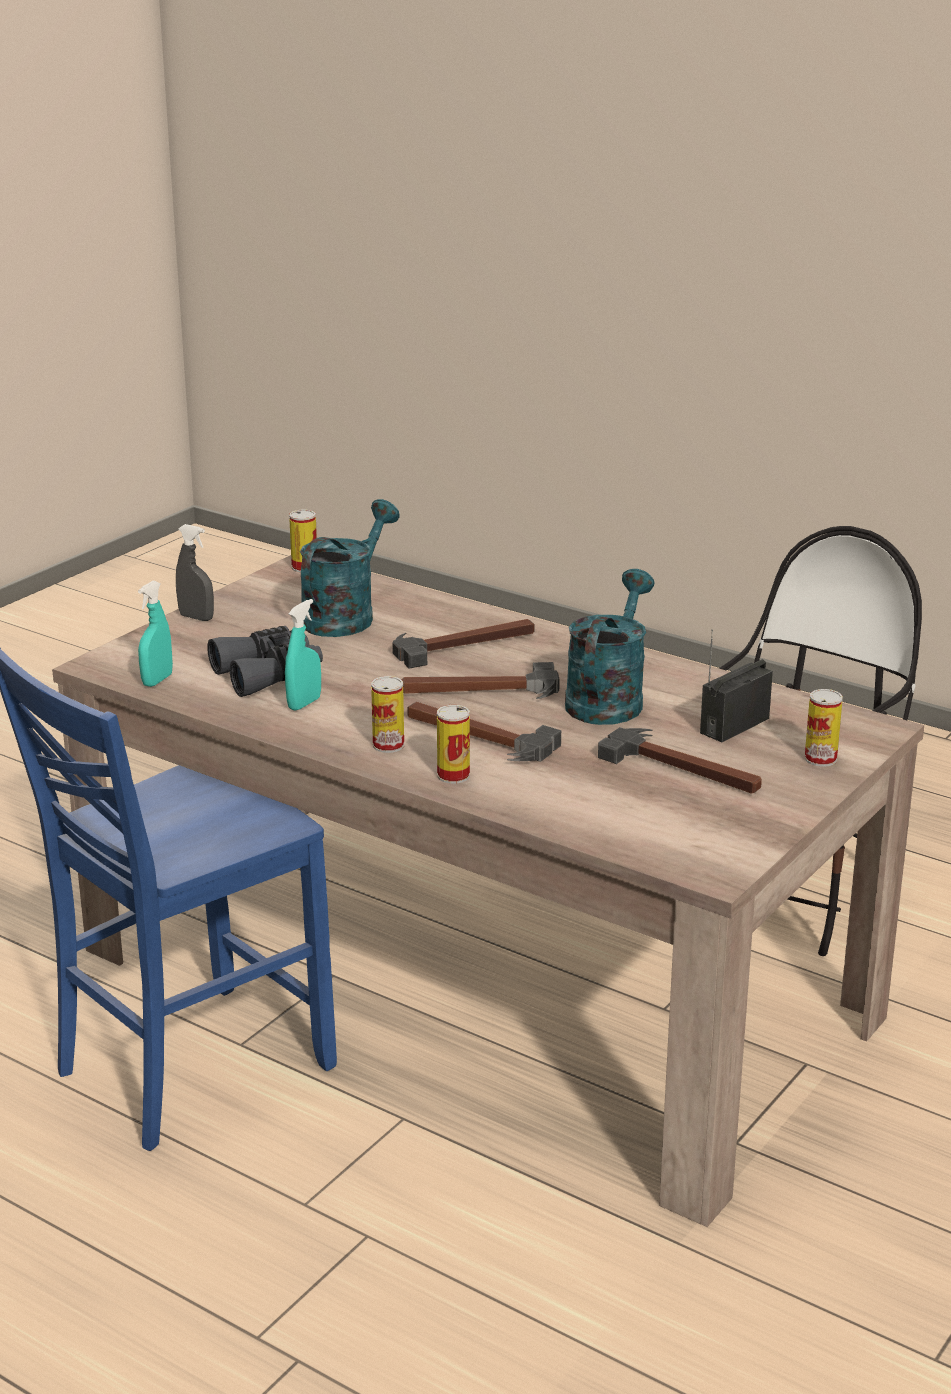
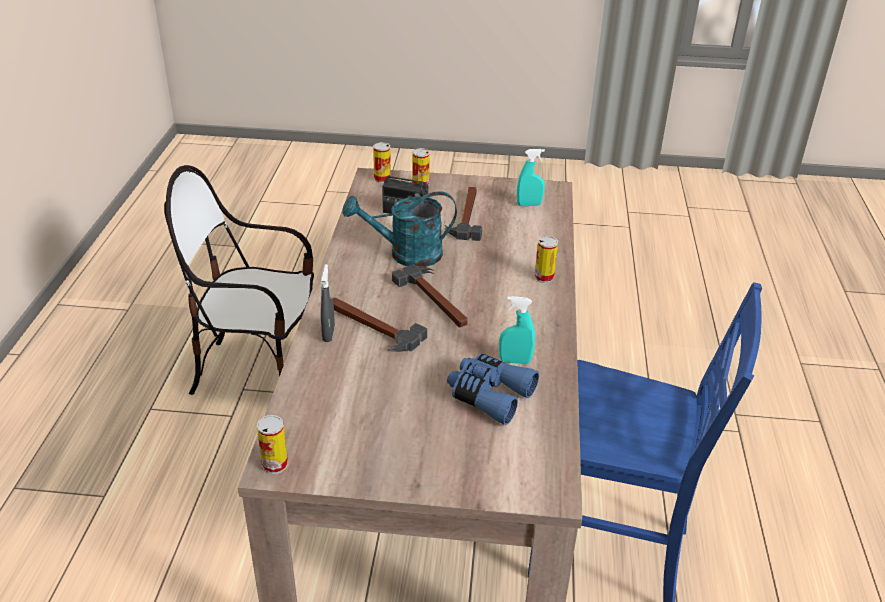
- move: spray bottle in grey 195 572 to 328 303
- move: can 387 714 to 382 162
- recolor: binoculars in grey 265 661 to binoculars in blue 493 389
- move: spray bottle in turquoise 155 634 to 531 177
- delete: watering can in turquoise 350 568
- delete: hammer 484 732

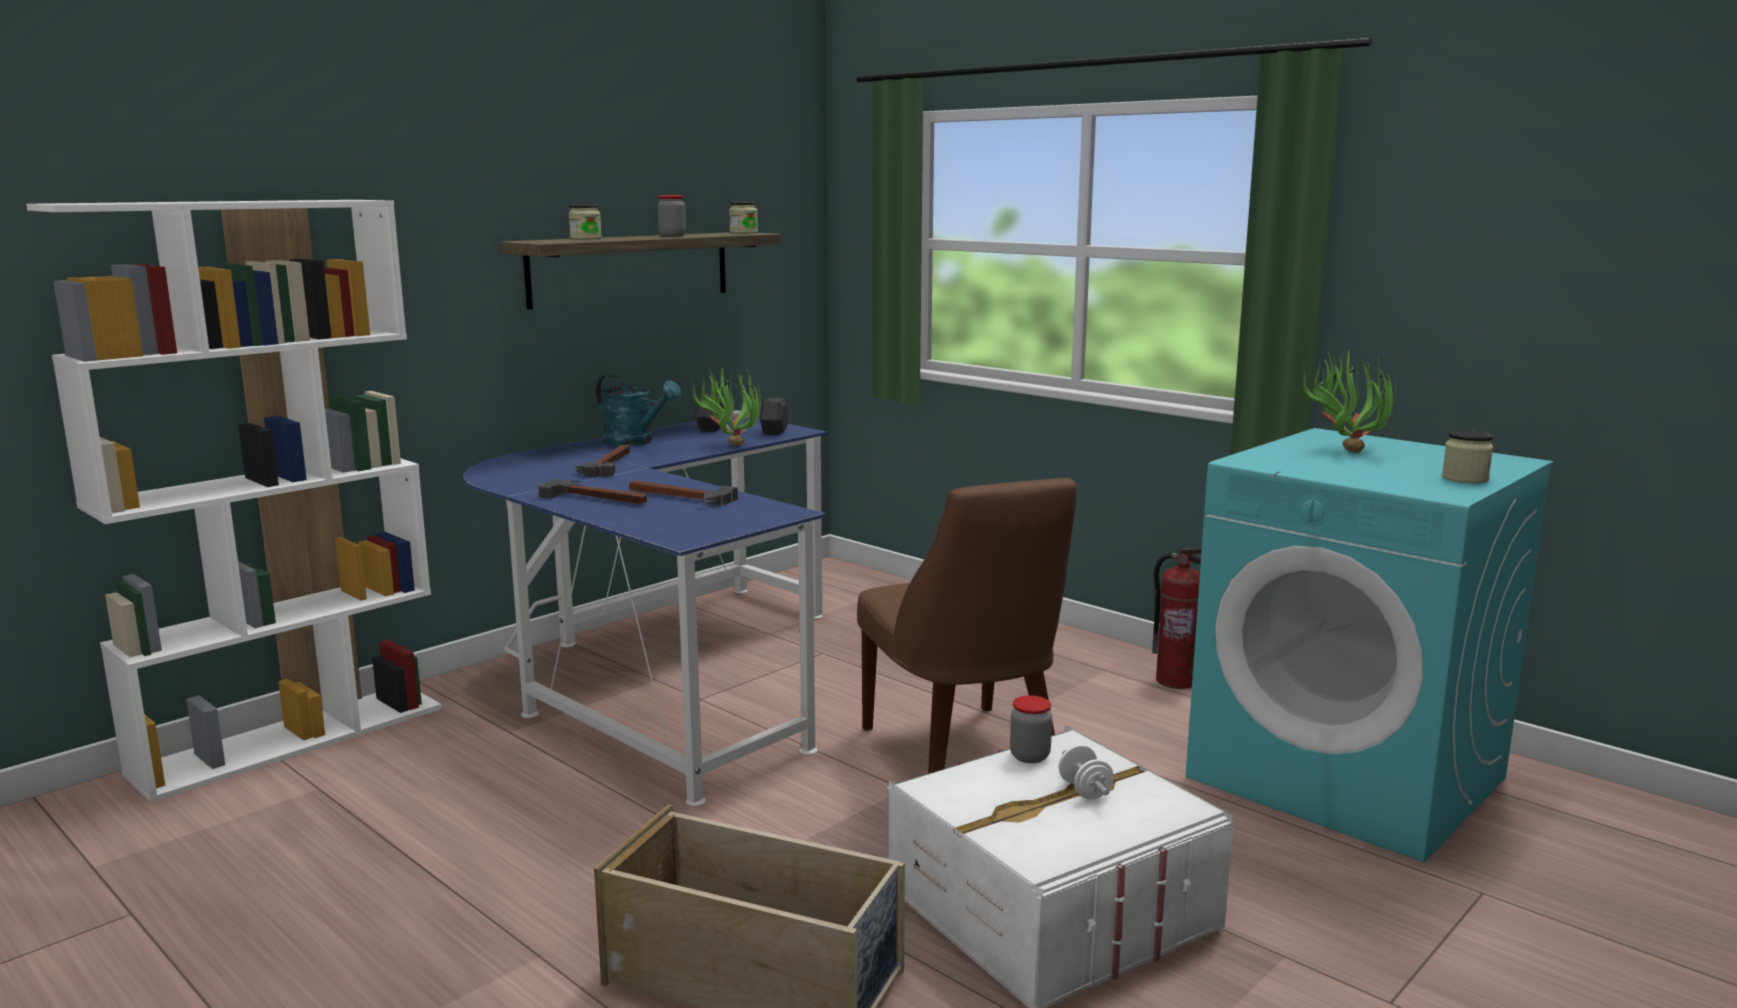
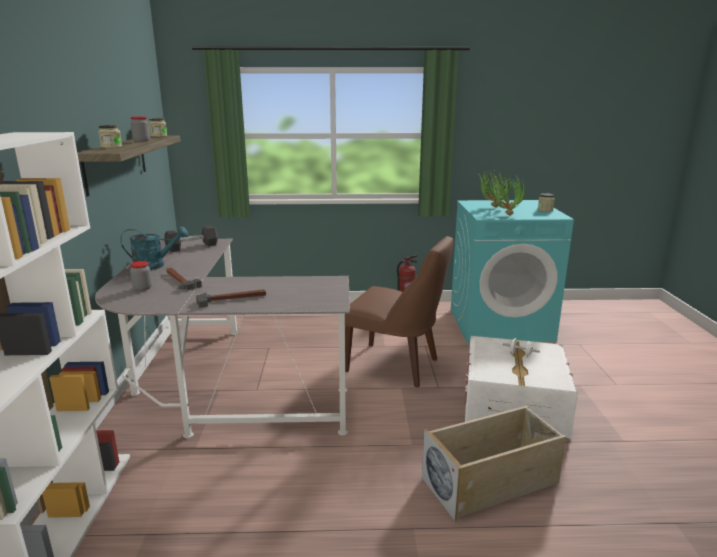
- recolor: desk in blue 645 612 to desk in grey 222 338
- move: jar 1031 729 to 141 276
- move: potted plant 726 407 to 509 196
- delete: hammer 683 493

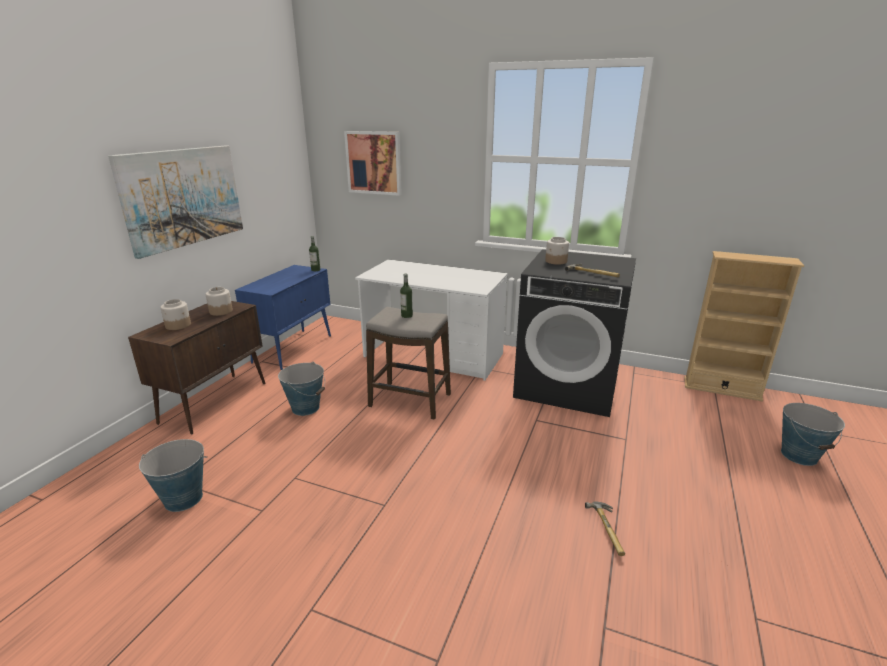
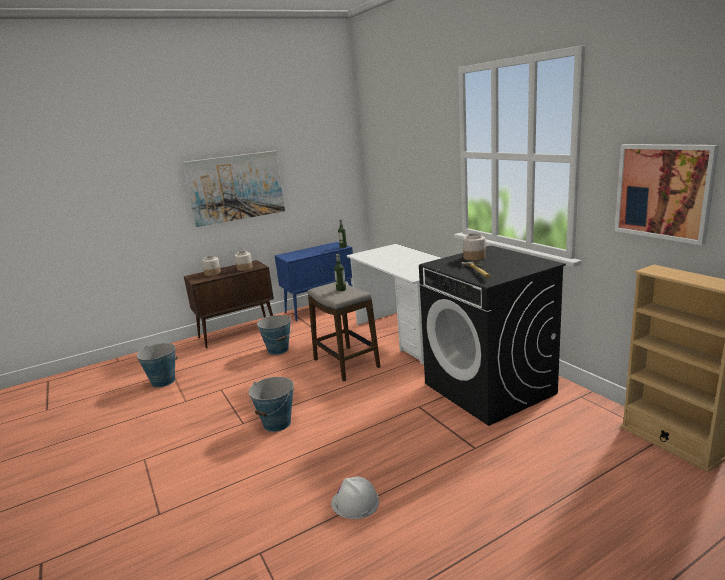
- move: bucket 813 434 to 271 404
- replace: hammer 605 529 to hard hat in white 355 498
- move: picture 373 163 to 667 194

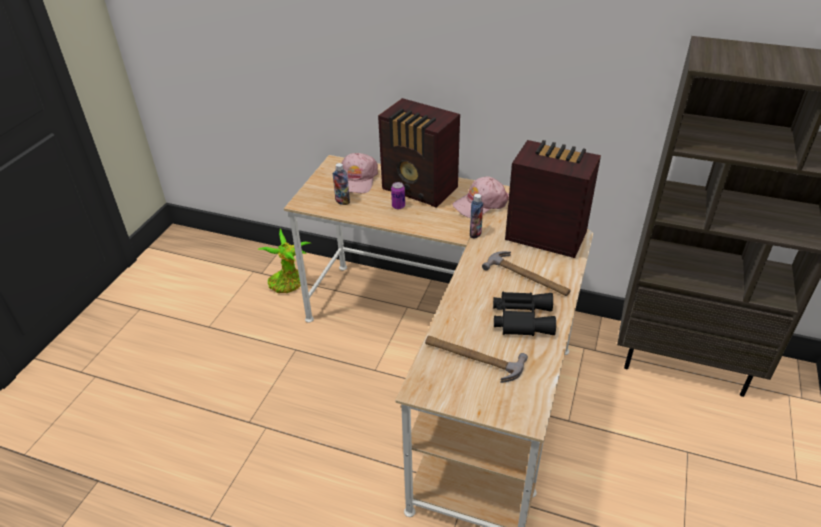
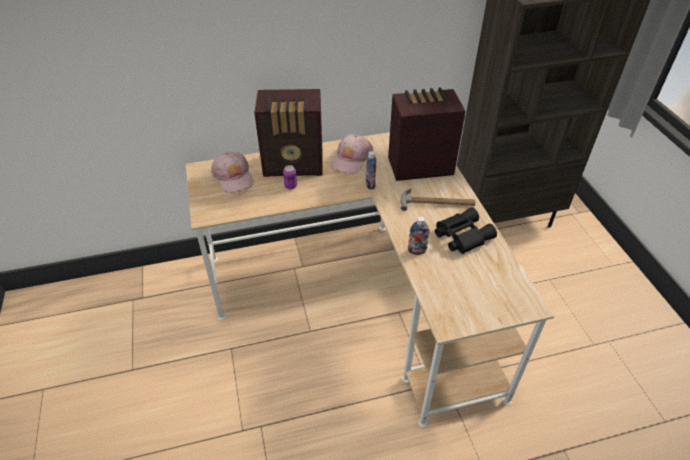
- move: bottle 341 184 to 419 235
- delete: potted plant 283 261
- delete: hammer 476 359

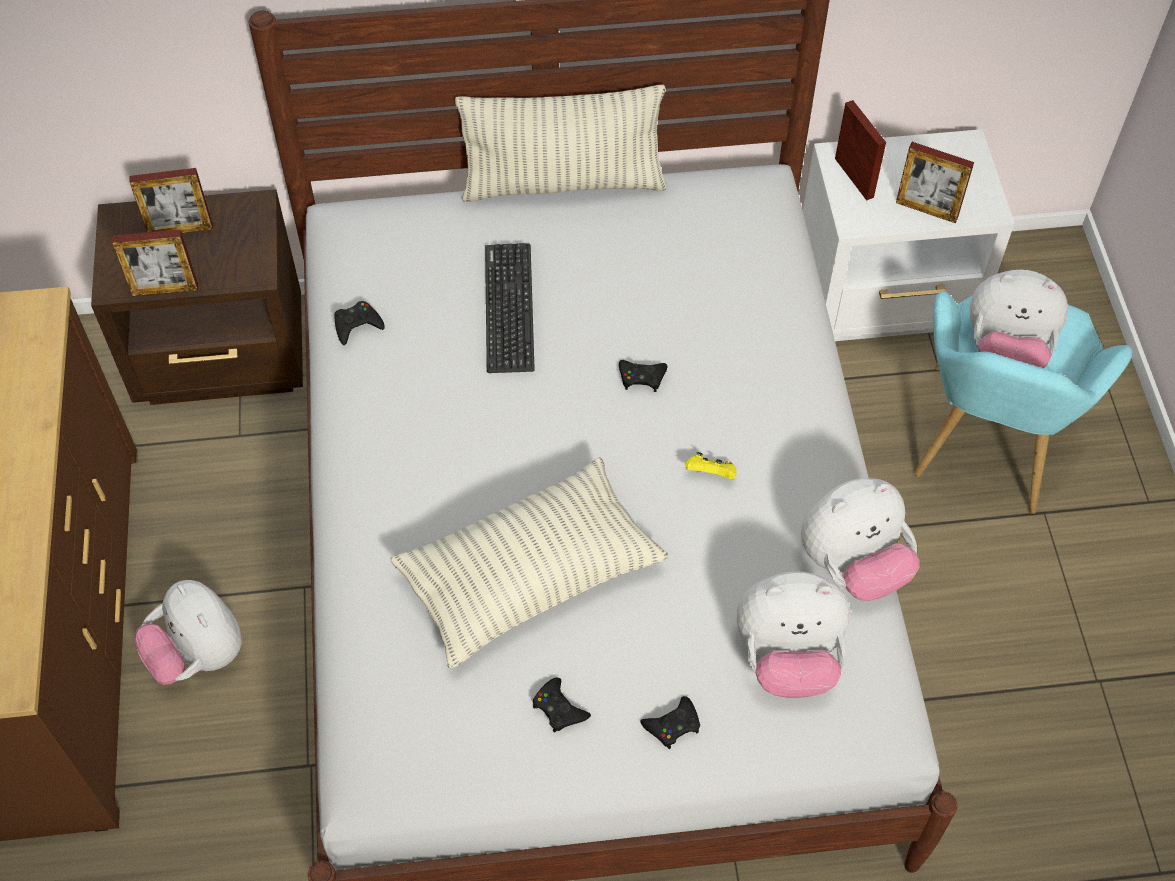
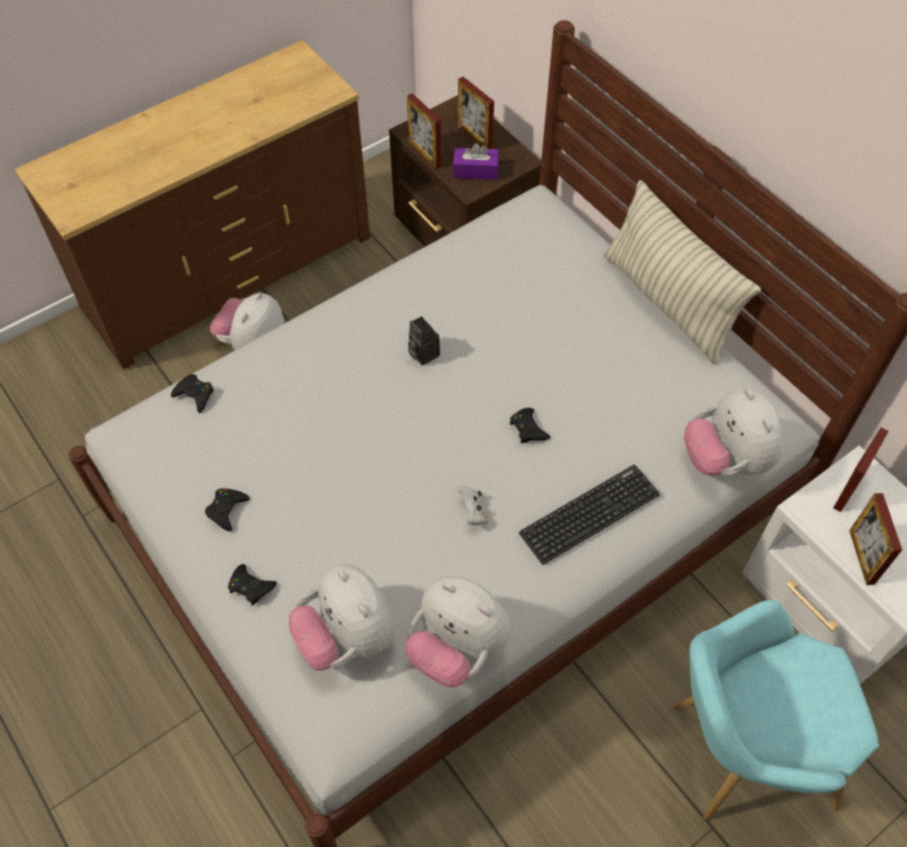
- move: game controller in black 359 323 to 192 393
- insert: photo camera 424 340
- insert: tissue box in purple 476 161
- recolor: game controller in yellow 711 466 to game controller in white 472 505
- move: keyboard 510 308 to 589 514
- move: plush toy 1018 319 to 734 432
- delete: pillow 529 563

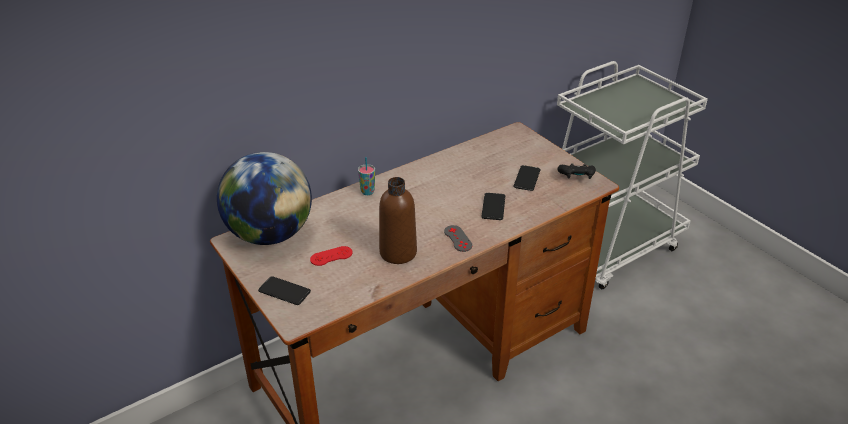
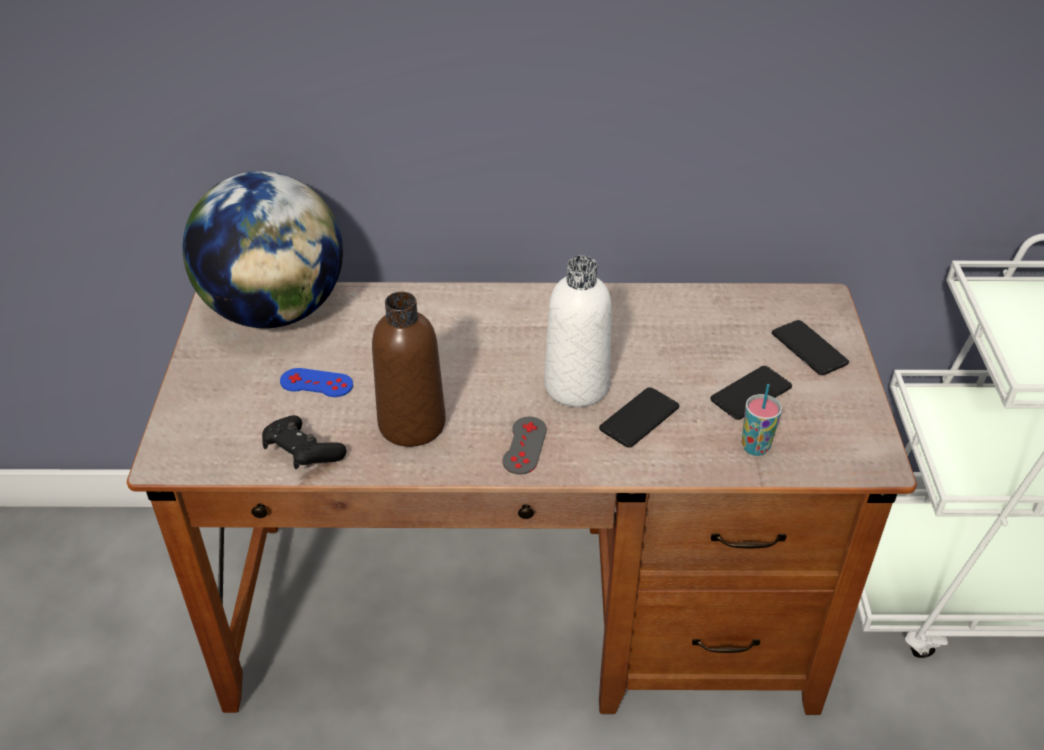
- move: game controller in black 577 171 to 304 442
- recolor: game controller in red 331 256 to game controller in blue 316 382
- insert: bottle in white 578 331
- move: cup 366 176 to 762 420
- move: phone 284 290 to 810 347

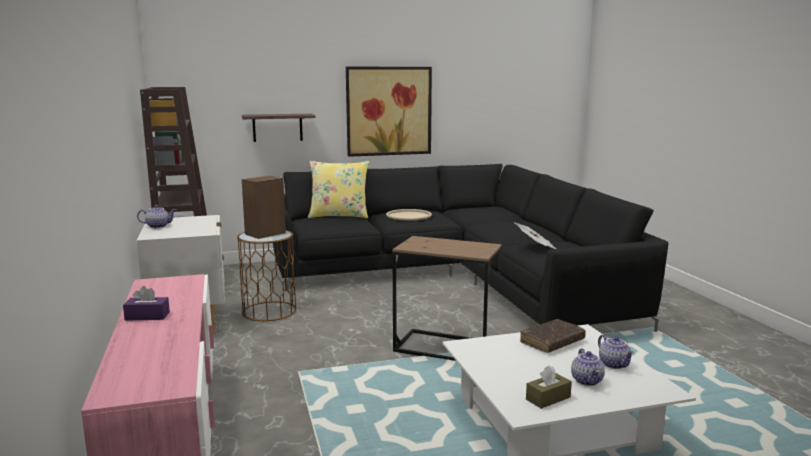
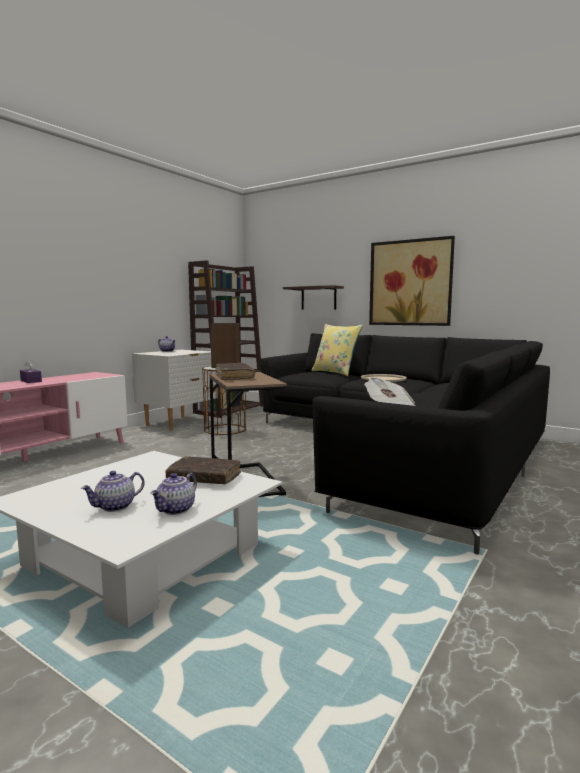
- insert: book in brown 235 371
- delete: tissue box in brown 549 387

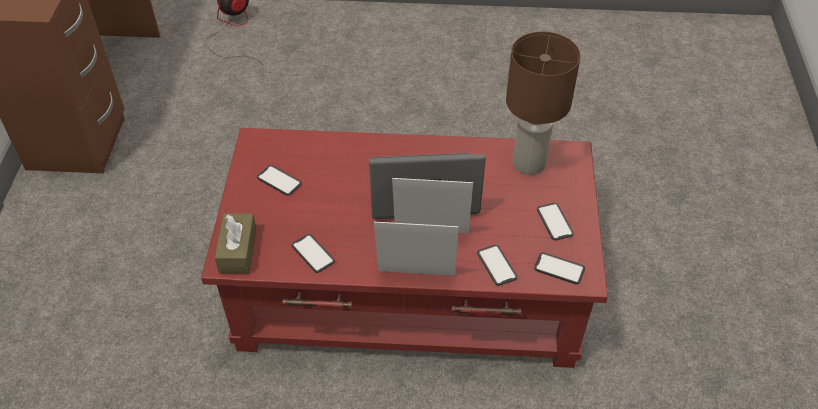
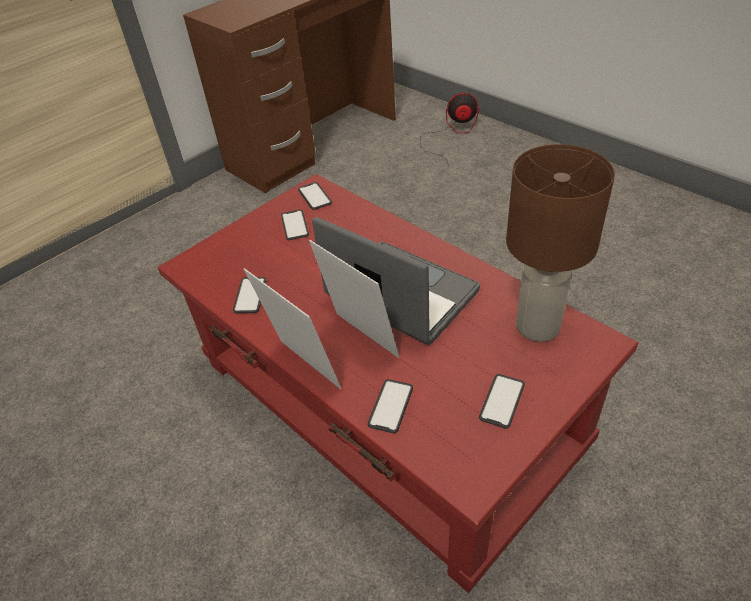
- move: phone 559 268 to 315 196
- delete: tissue box in brown 235 243

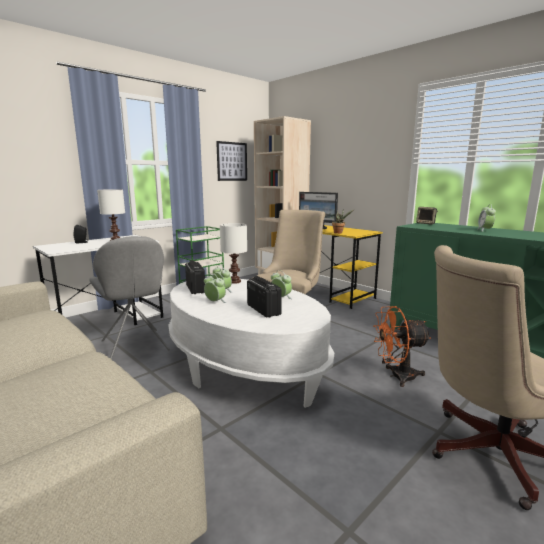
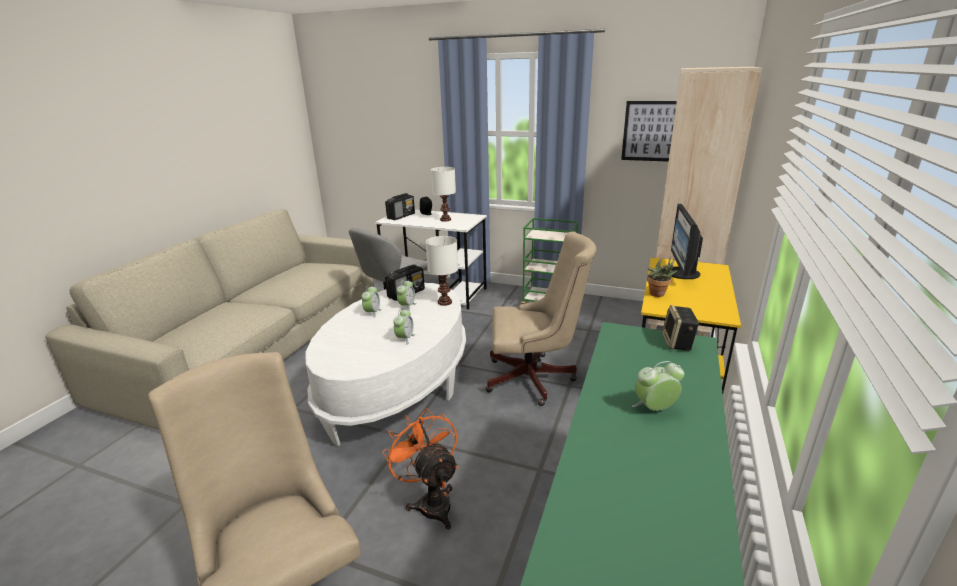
- move: radio 264 297 to 400 206

